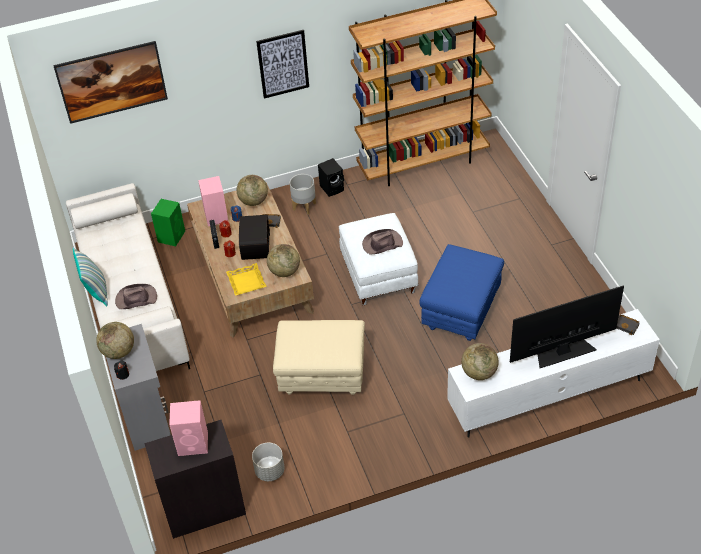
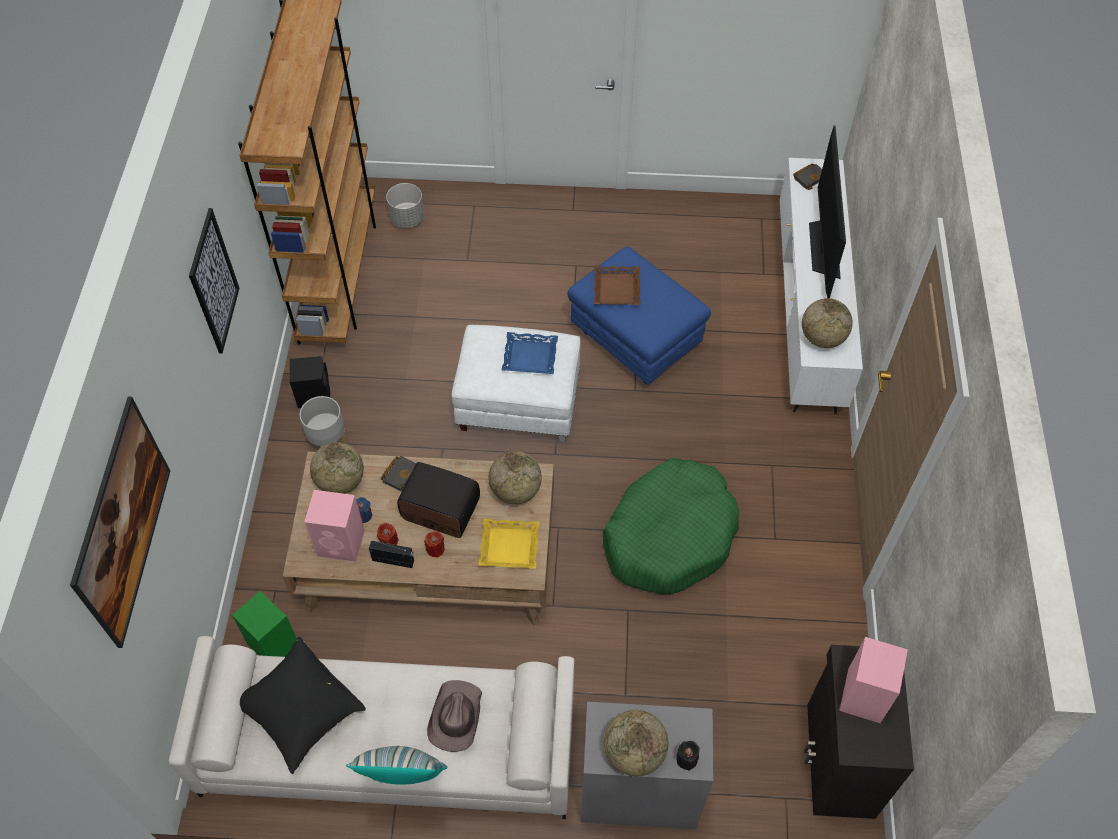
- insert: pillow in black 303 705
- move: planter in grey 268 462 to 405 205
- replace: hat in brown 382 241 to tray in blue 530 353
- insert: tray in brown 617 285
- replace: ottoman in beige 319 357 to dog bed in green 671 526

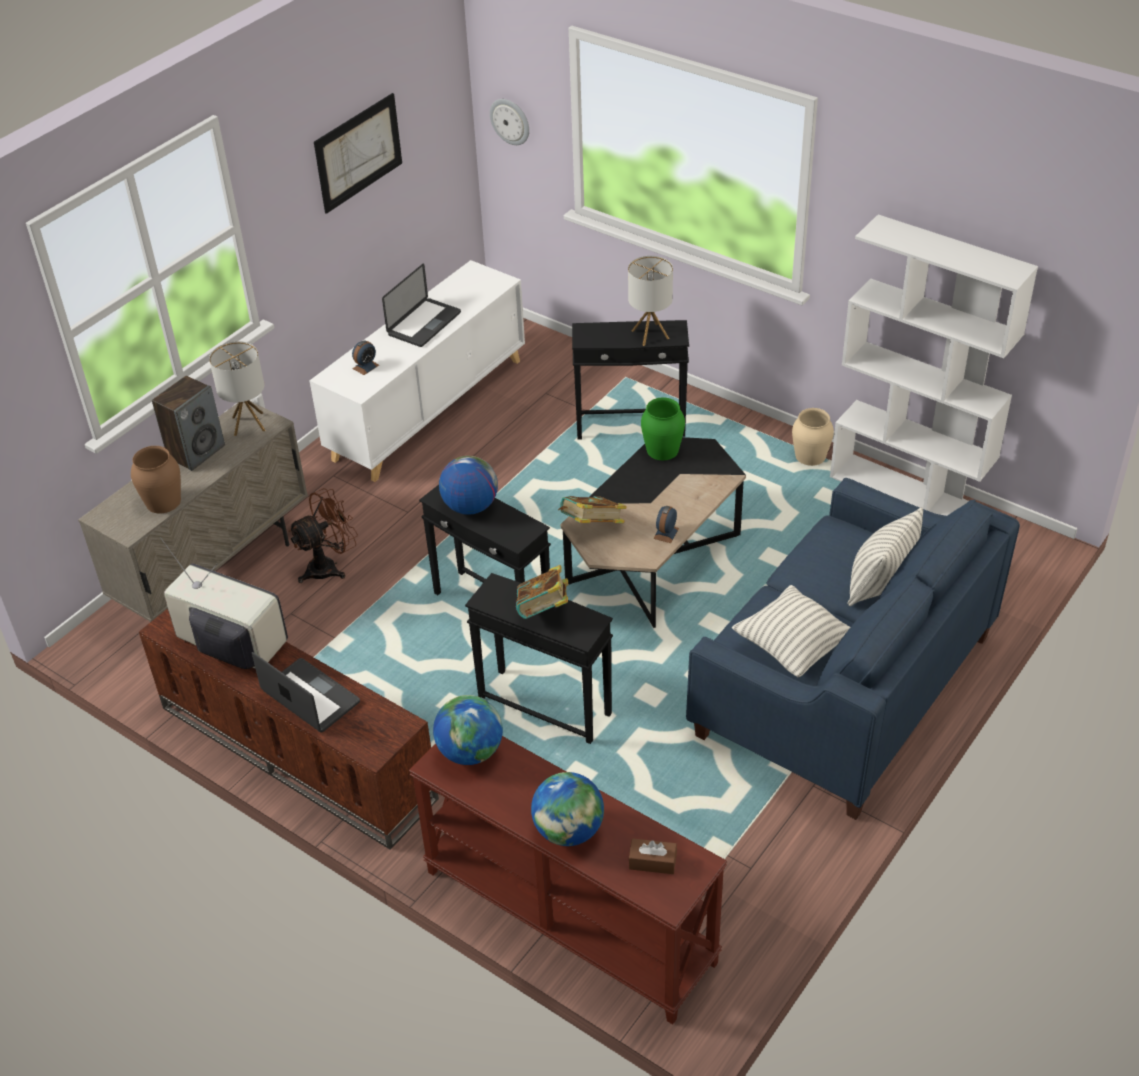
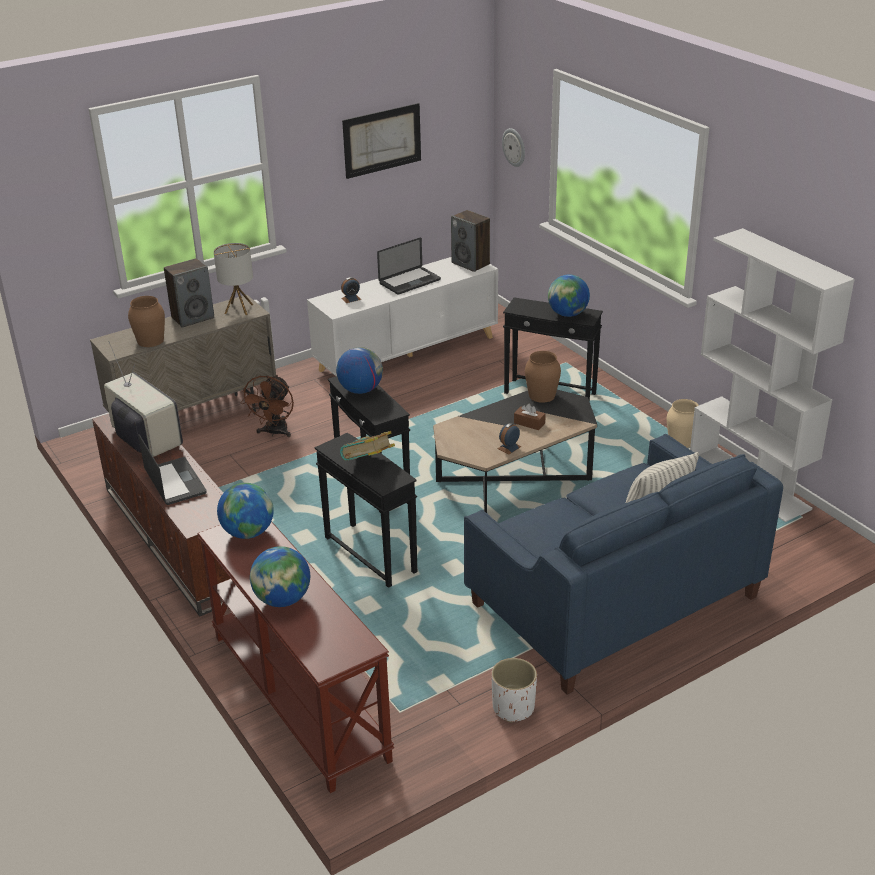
- rotate: fan in brown 323 535 = 267 406 120 degrees clockwise
- insert: speaker 470 241
- insert: planter in white 514 690
- move: tissue box in brown 653 856 to 530 416
- recolor: vase in green 663 428 to vase in brown 543 377
- replace: table lamp 650 301 to globe 569 295
- delete: book 592 509
- delete: pillow 791 631

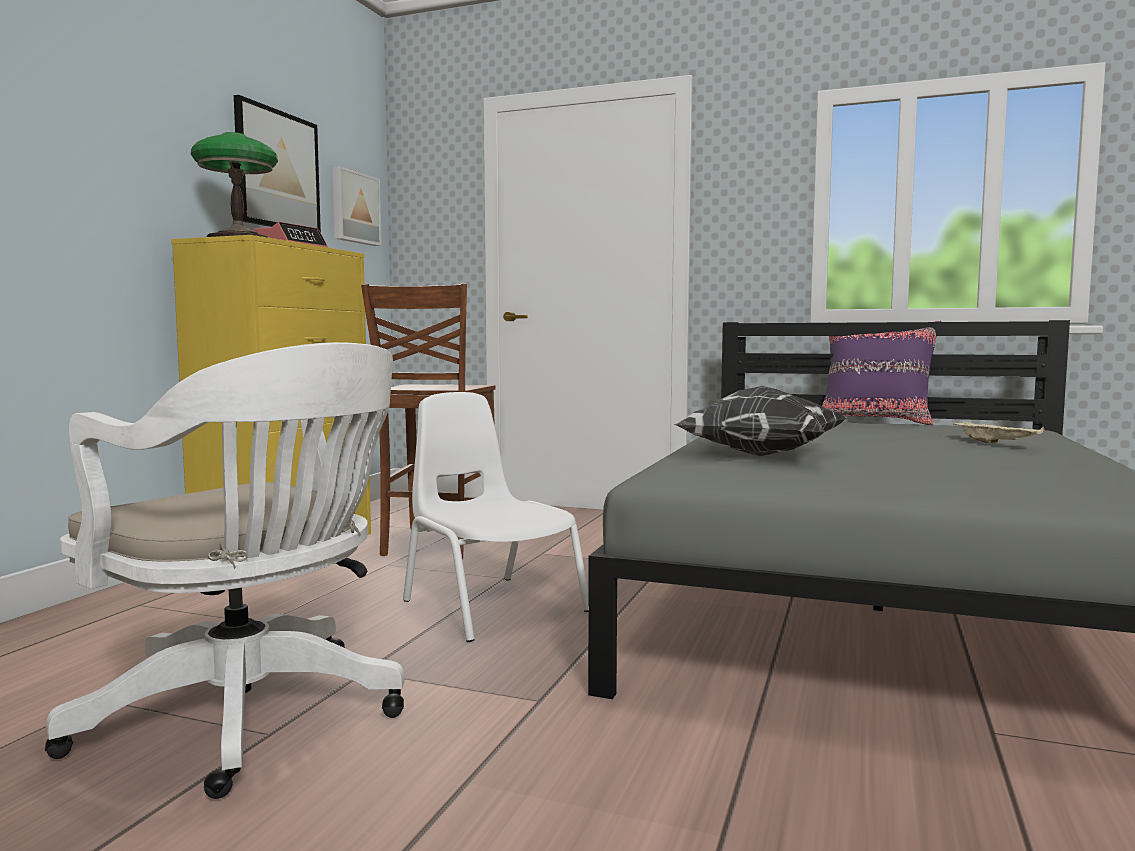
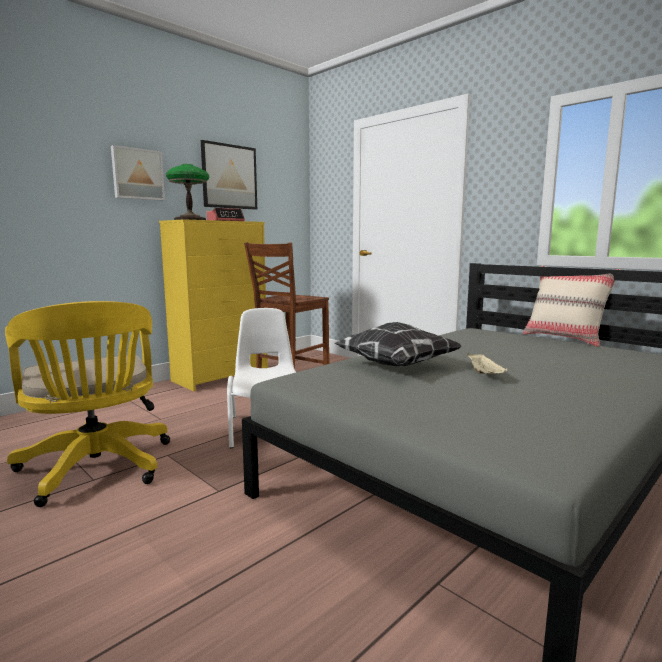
- recolor: office chair in white 224 570 to office chair in yellow 87 404
- move: picture 356 206 to 138 173
- move: tray in beige 999 432 to 487 363
- recolor: pillow in purple 881 373 to pillow in beige 572 306

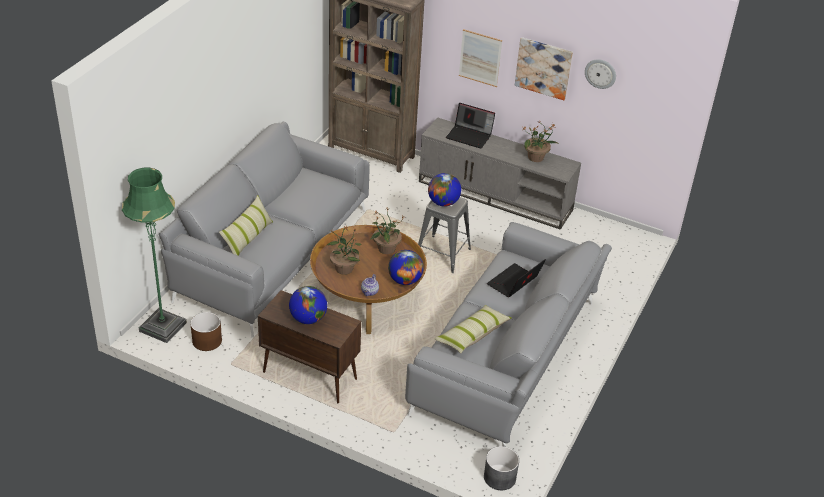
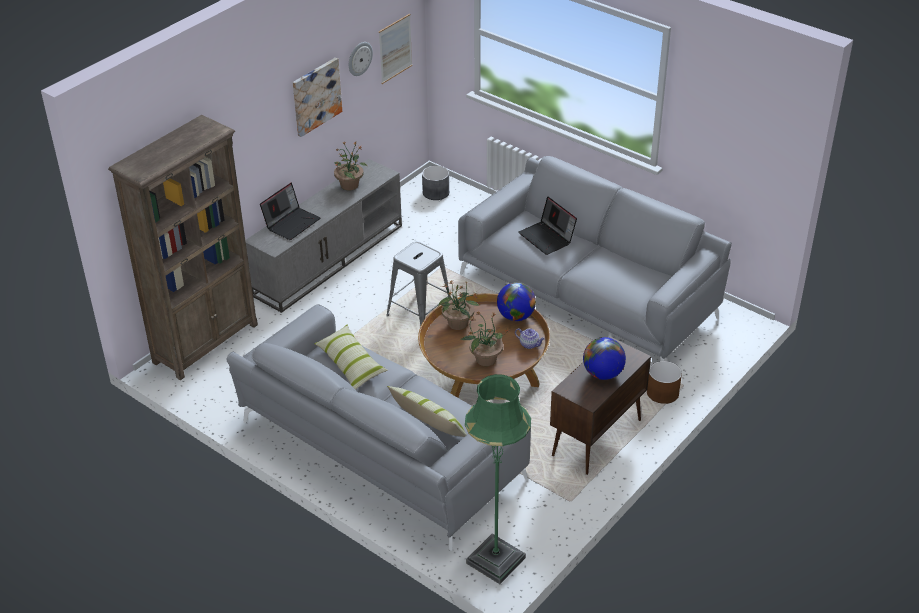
- move: pillow 473 329 to 351 357
- move: picture 480 58 to 395 49
- move: planter in grey 501 468 to 435 183
- move: planter in brown 206 331 to 664 382
- delete: globe 444 190

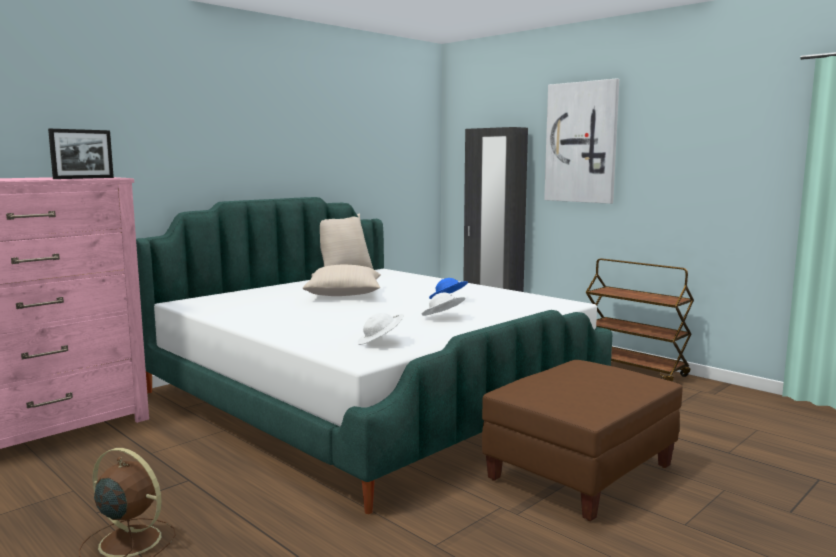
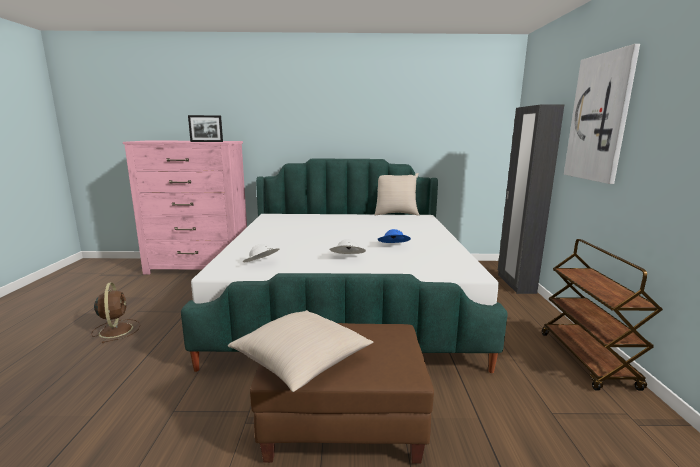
- move: pillow in beige 342 280 to 300 351

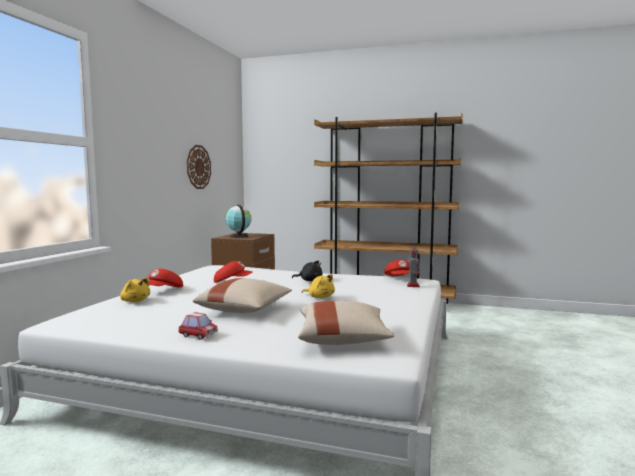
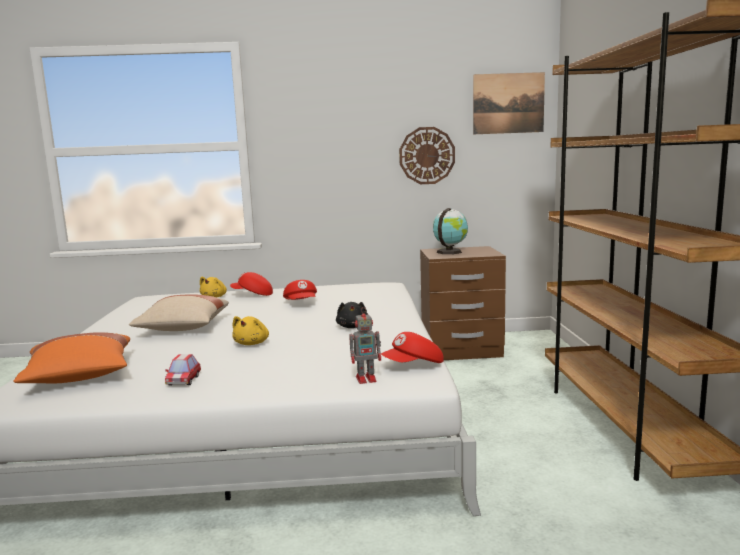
- recolor: pillow in beige 346 323 to pillow in orange 72 357
- move: toy car 198 326 to 183 370
- insert: picture 509 103

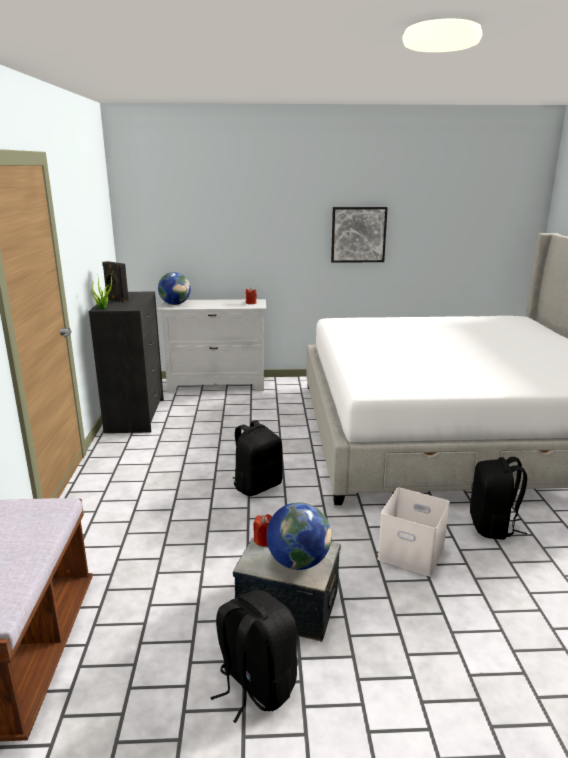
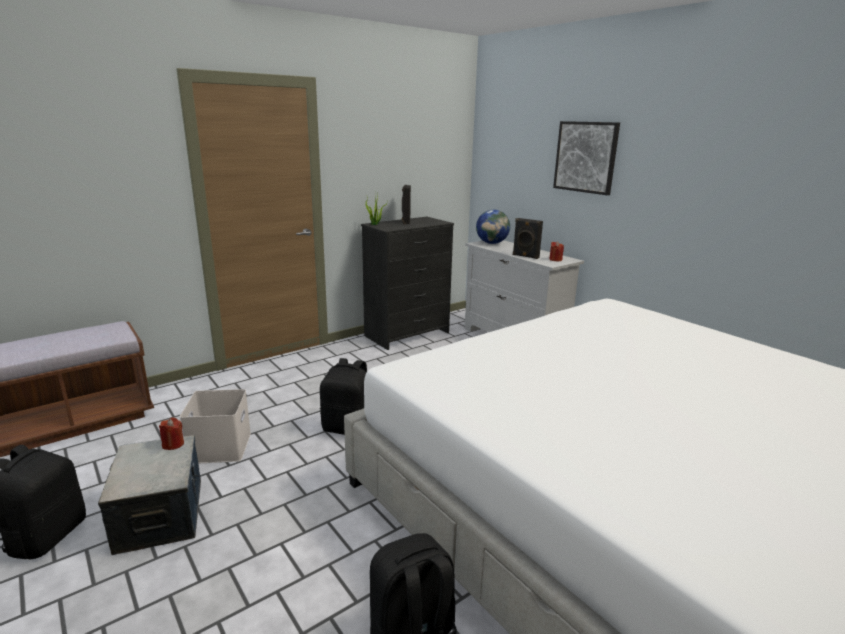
- move: storage box in white 413 532 to 215 426
- insert: speaker in black 528 238
- move: picture 359 235 to 586 158
- delete: globe 298 536

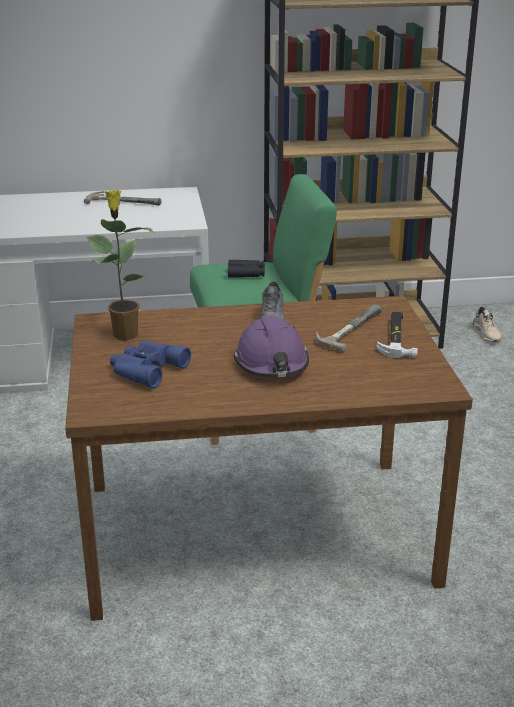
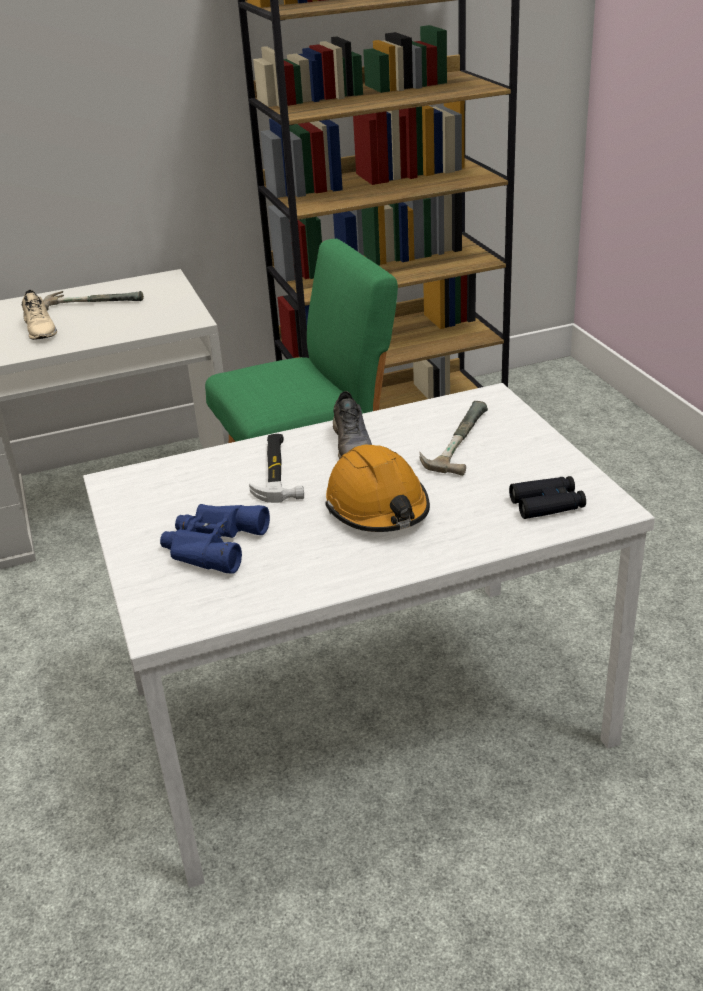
- move: shoe in beige 487 324 to 39 315
- recolor: dining table in brown 269 458 to dining table in white 369 635
- move: hammer 397 335 to 276 468
- recolor: hard hat in purple 271 346 to hard hat in orange 377 488
- move: binoculars in black 246 268 to 547 497
- delete: potted plant 120 265

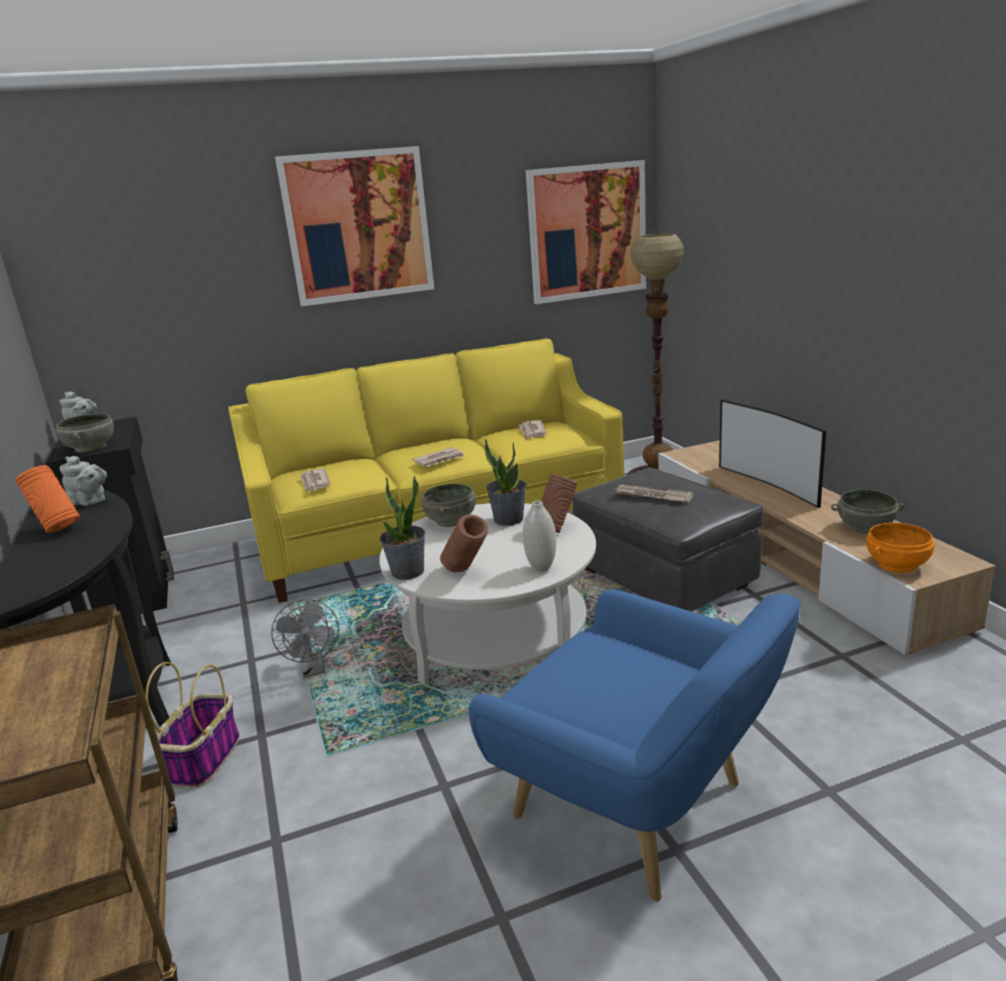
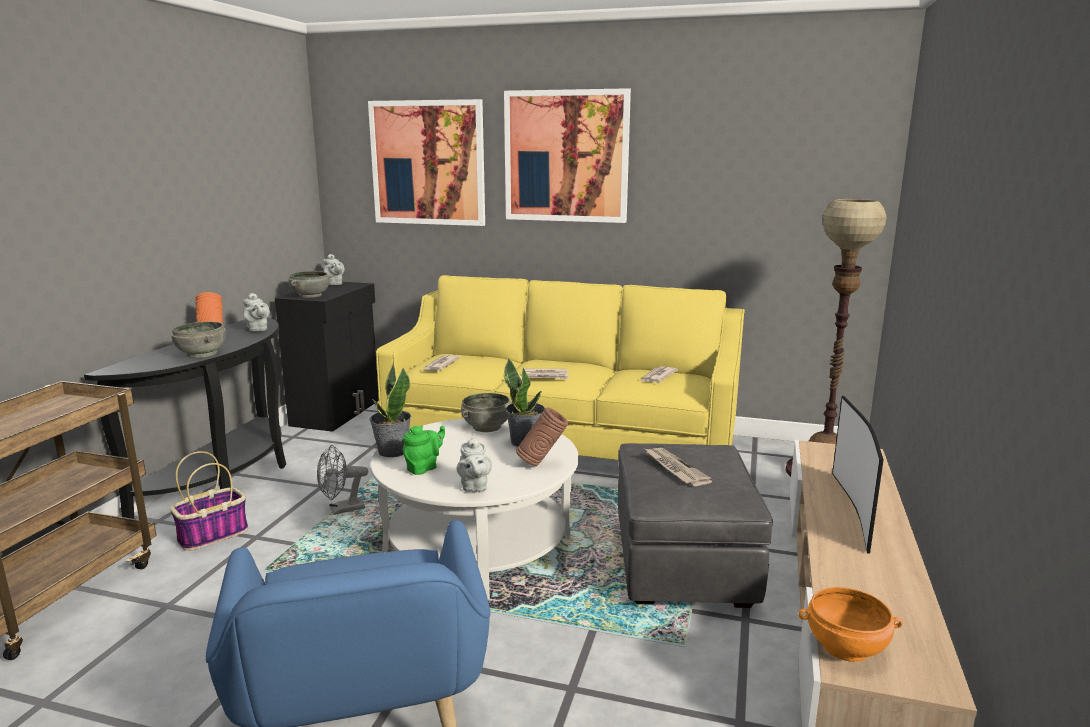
- move: bowl in grey 868 512 to 198 340
- rotate: fan in grey 305 638 = 342 480 45 degrees clockwise
- move: picture 586 232 to 426 162
- replace: vase in brown 464 543 to teapot in green 423 450
- replace: vase in white 539 536 to teapot in grey 474 464

